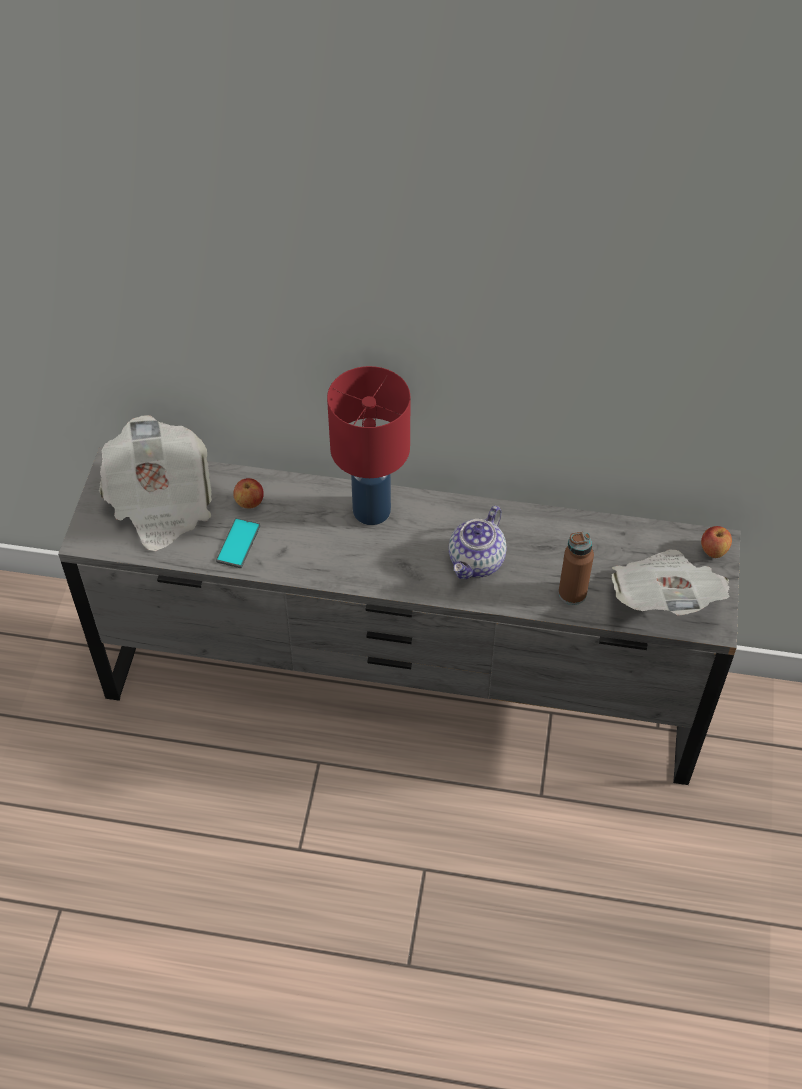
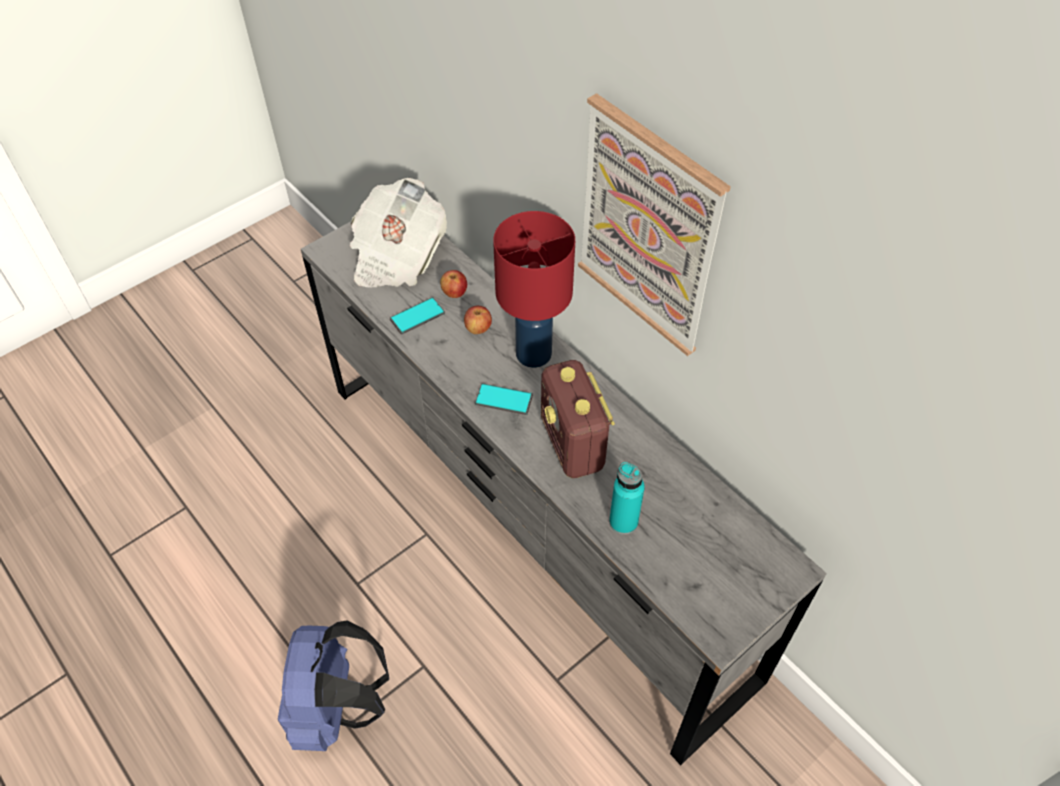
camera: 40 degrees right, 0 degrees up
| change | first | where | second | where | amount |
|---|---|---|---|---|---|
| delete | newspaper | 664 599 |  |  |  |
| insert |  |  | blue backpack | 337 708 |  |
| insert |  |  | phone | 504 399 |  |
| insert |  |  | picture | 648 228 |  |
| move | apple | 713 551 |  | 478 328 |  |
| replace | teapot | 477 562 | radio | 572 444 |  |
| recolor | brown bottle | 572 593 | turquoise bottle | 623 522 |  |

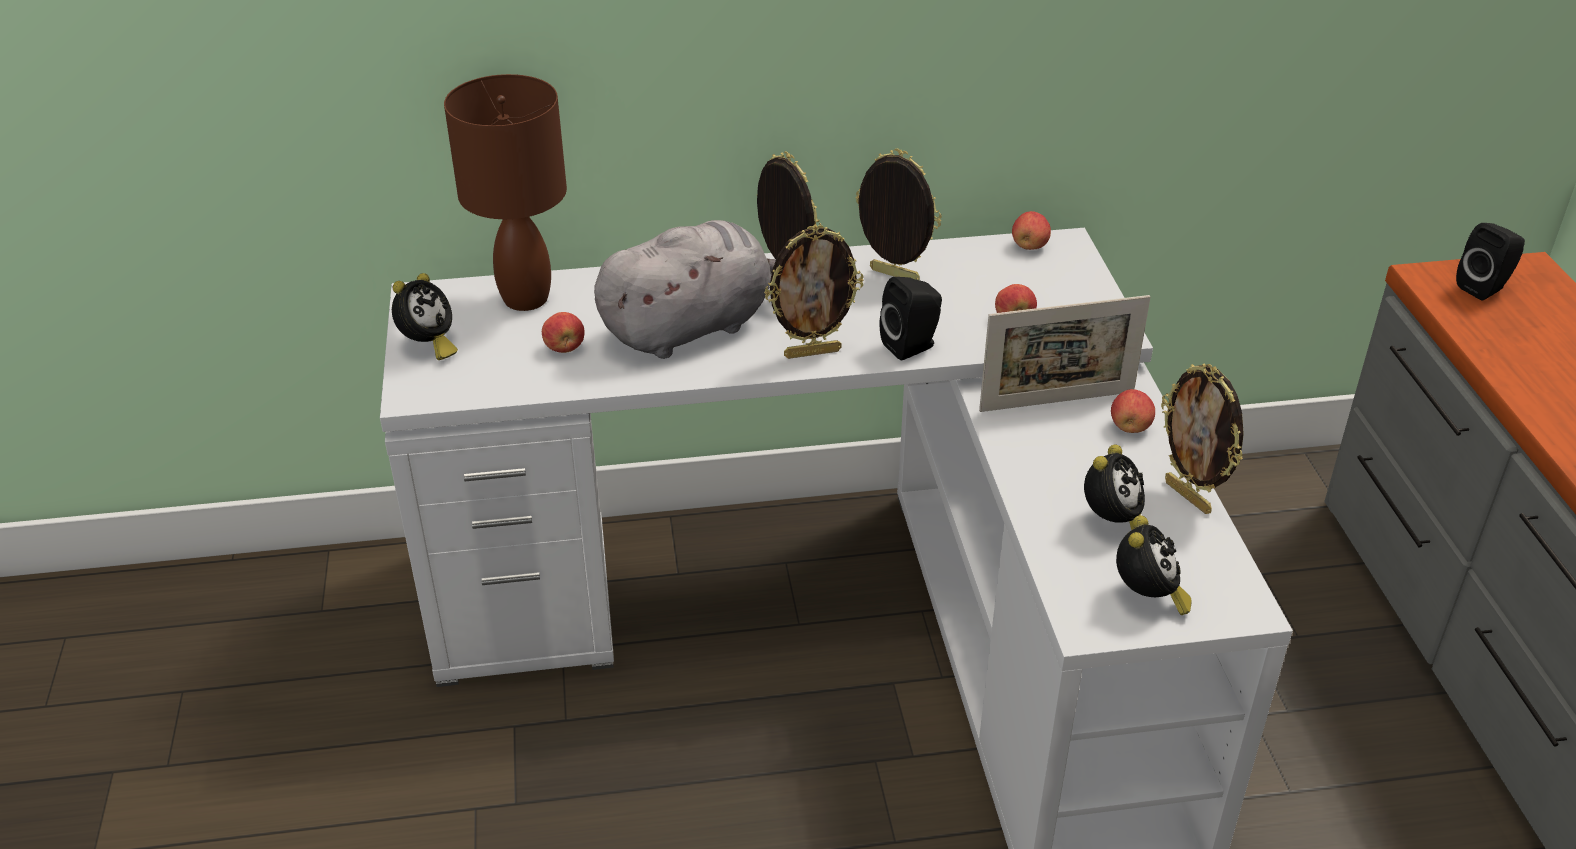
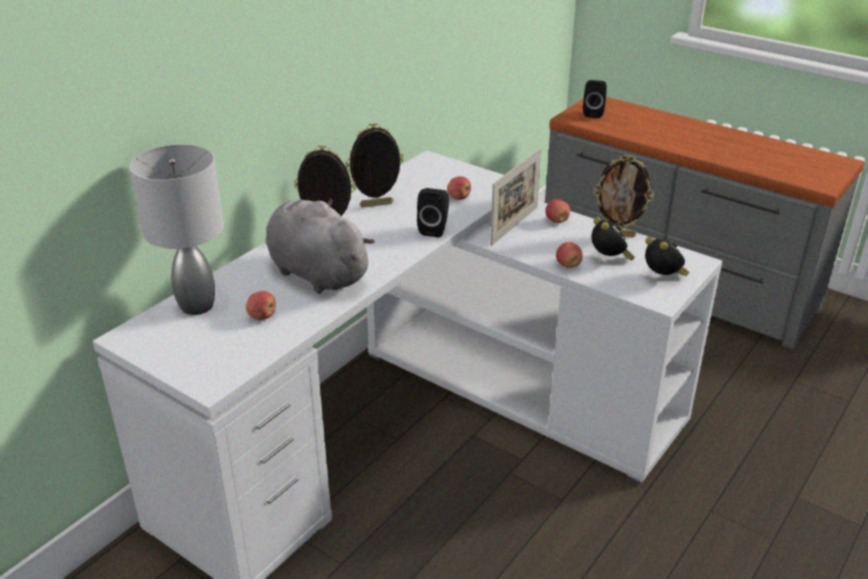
camera: 45 degrees left, 5 degrees down
| change | first | where | second | where | amount |
|---|---|---|---|---|---|
| delete | alarm clock | 428 346 |  |  |  |
| delete | picture frame | 812 352 |  |  |  |
| move | apple | 1029 246 |  | 568 265 |  |
| recolor | brown table lamp | 524 299 | grey table lamp | 196 306 |  |
| rotate | grey plush toy | 692 326 |  | 315 272 | 60 degrees counterclockwise |

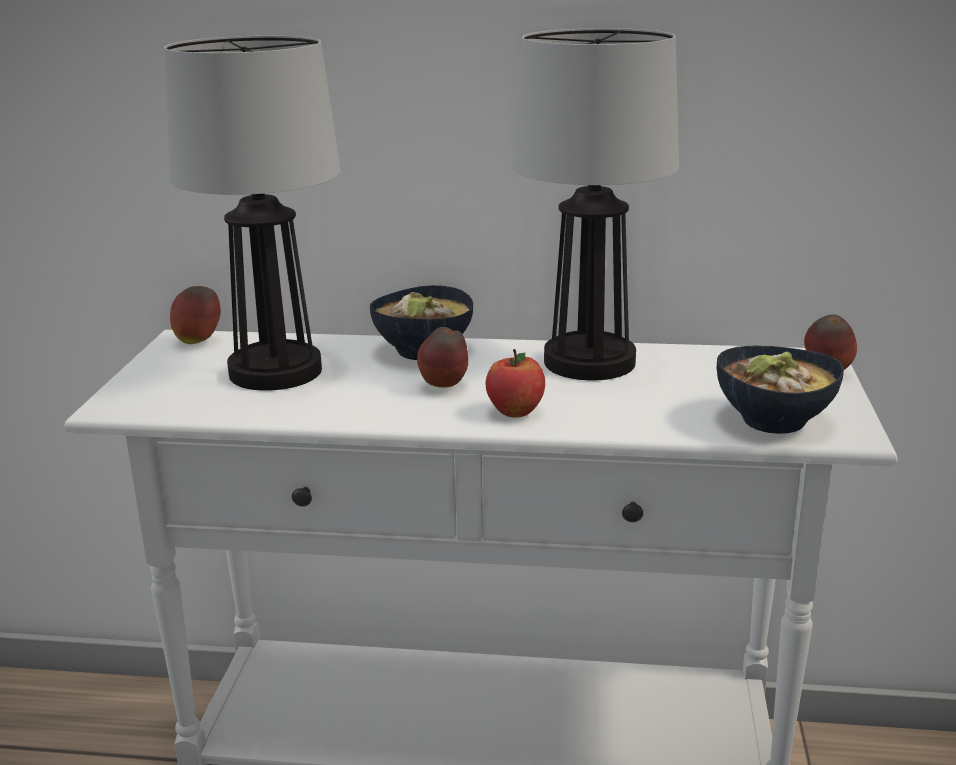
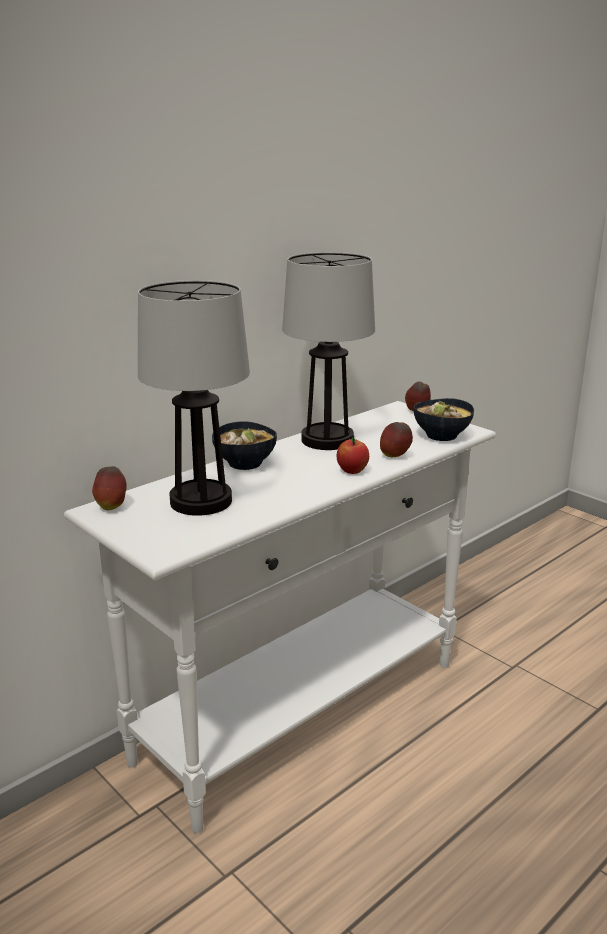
camera: 50 degrees left, 0 degrees up
| change | first | where | second | where | amount |
|---|---|---|---|---|---|
| move | apple | 444 387 |  | 395 457 |  |

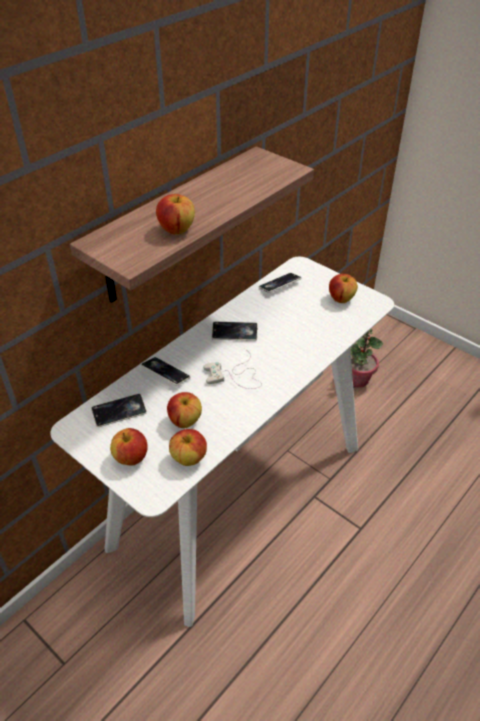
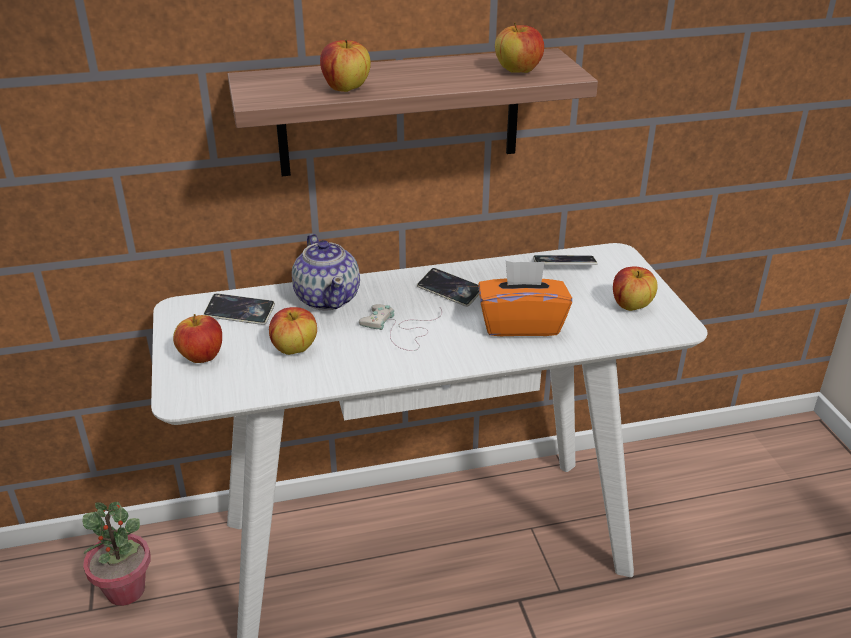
camera: 35 degrees right, 10 degrees down
| change | first | where | second | where | amount |
|---|---|---|---|---|---|
| insert |  |  | orange tissue box | 521 324 |  |
| move | apple | 189 458 |  | 518 71 |  |
| move | potted plant | 358 380 |  | 126 590 |  |
| replace | phone | 165 373 | teapot | 328 298 |  |

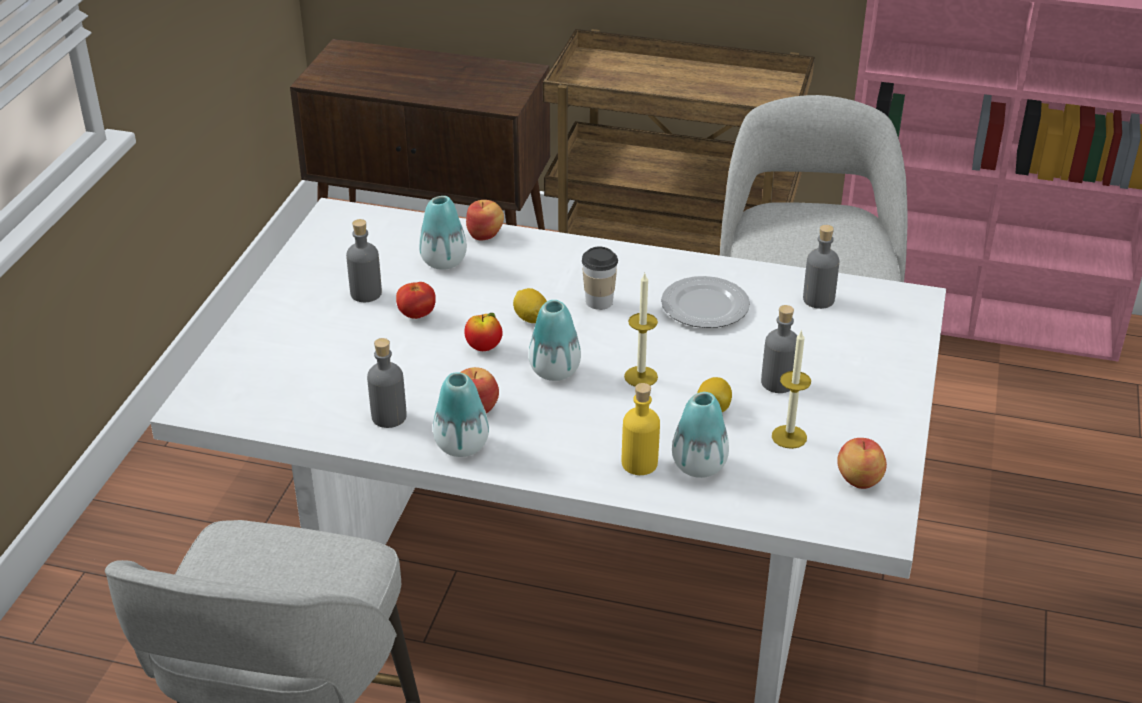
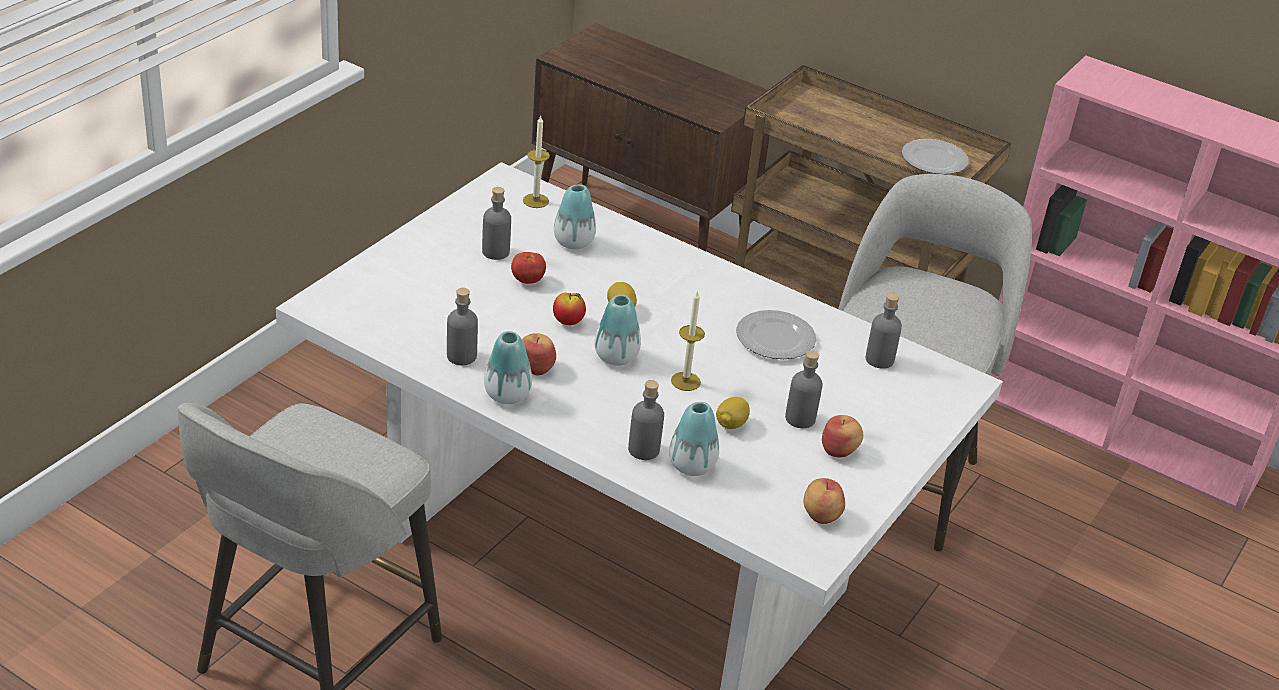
camera: 15 degrees right, 0 degrees up
| change | first | where | second | where | amount |
|---|---|---|---|---|---|
| delete | cup | 599 301 |  |  |  |
| insert |  |  | plate | 933 160 |  |
| move | apple | 485 234 |  | 839 450 |  |
| move | candle | 789 437 |  | 535 201 |  |
| recolor | yellow bottle | 639 463 | grey bottle | 644 450 |  |

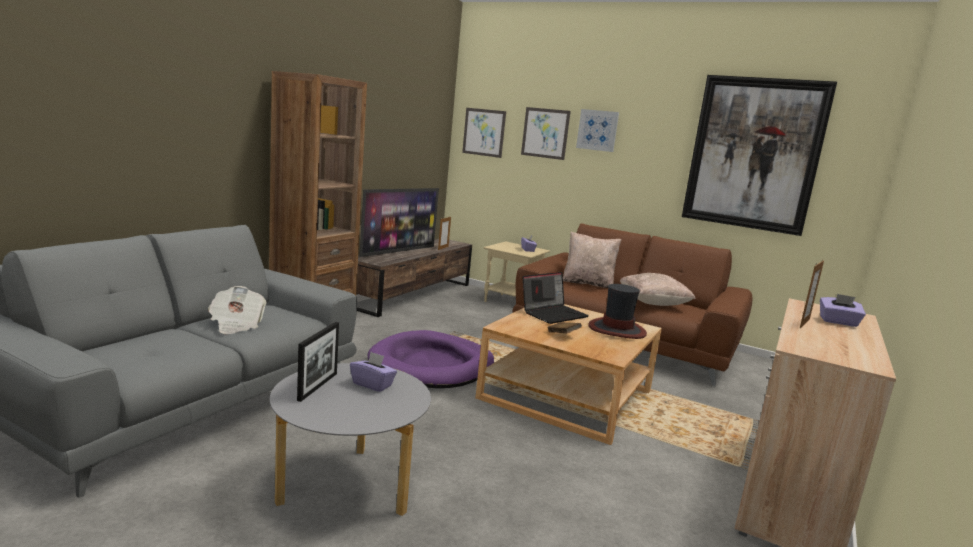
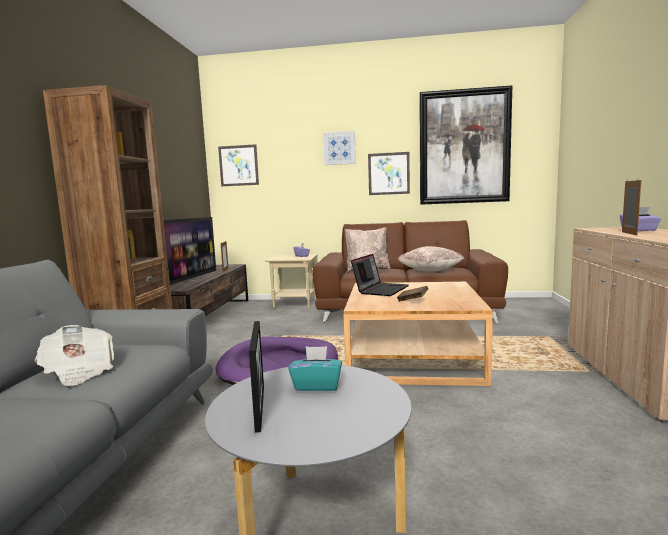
camera: 20 degrees left, 5 degrees down
| change | first | where | second | where | amount |
|---|---|---|---|---|---|
| delete | hat | 616 329 |  |  |  |
| move | picture | 545 133 |  | 388 173 |  |
| recolor | purple tissue box | 372 384 | turquoise tissue box | 317 385 |  |

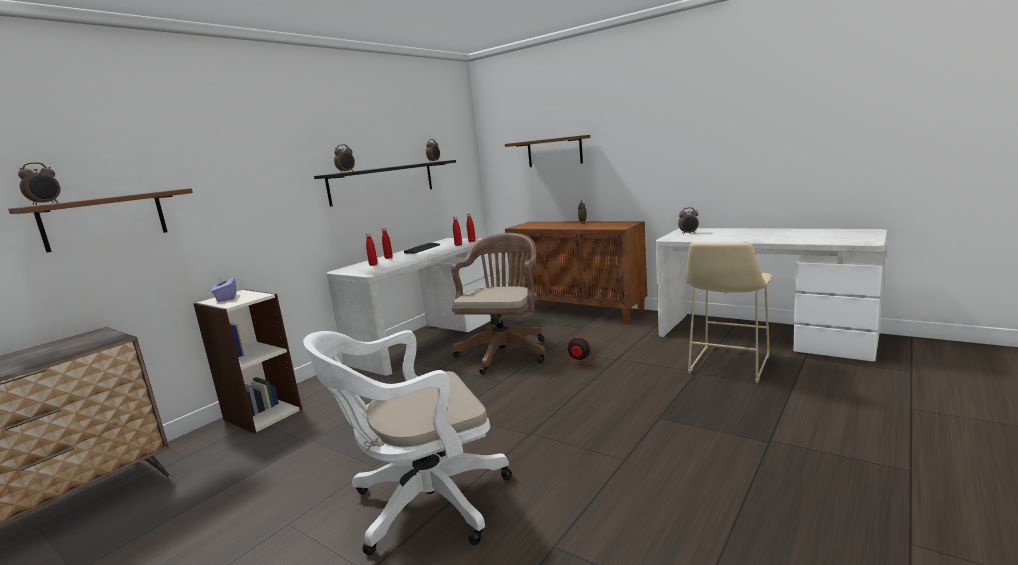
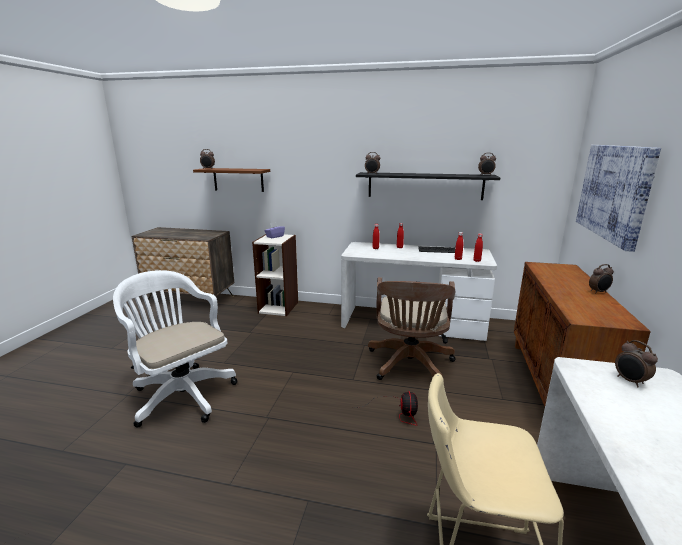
camera: 65 degrees right, 5 degrees up
| change | first | where | second | where | amount |
|---|---|---|---|---|---|
| replace | brown shelf | 554 152 | picture | 615 192 |  |
| rotate | brown office chair | 504 352 |  | 410 366 | 105 degrees clockwise |

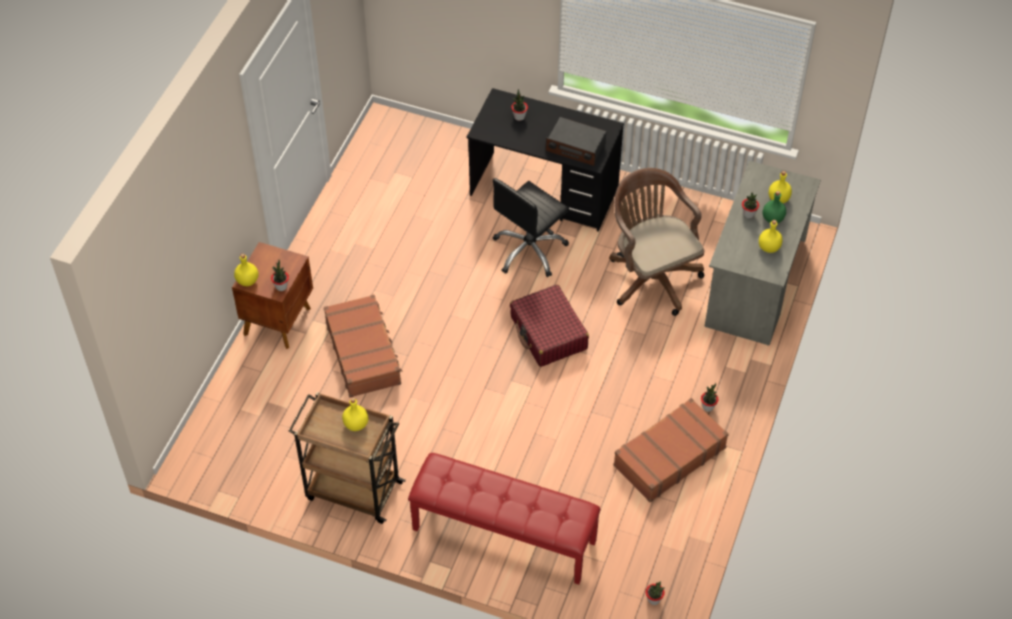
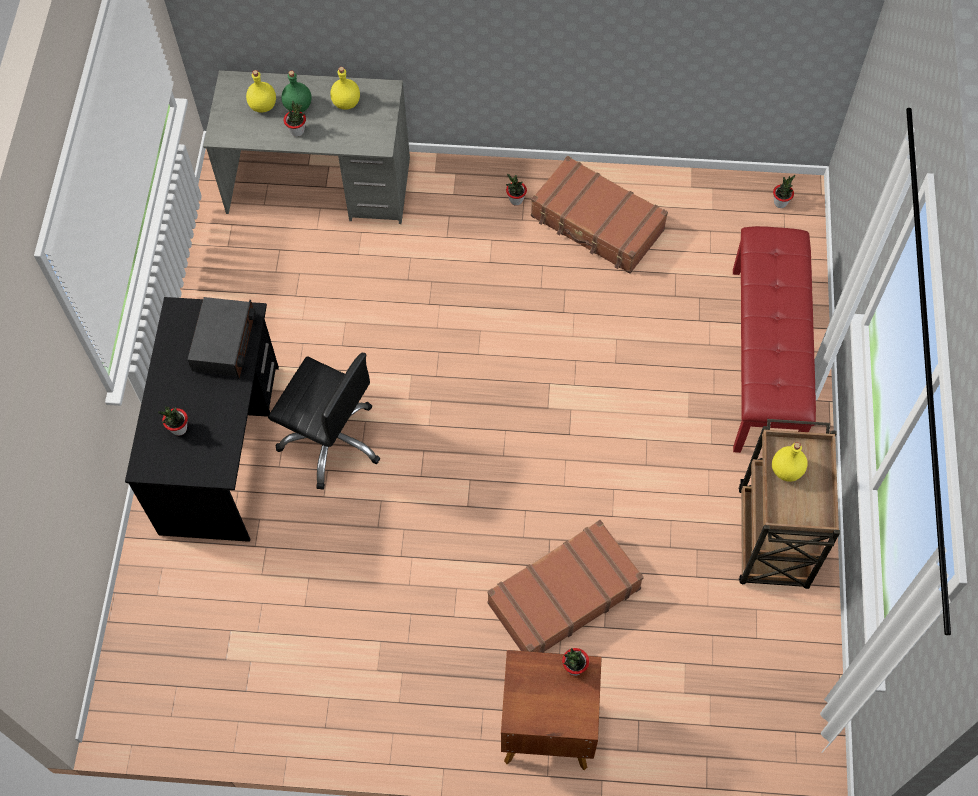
camera: 105 degrees left, 10 degrees up
| change | first | where | second | where | amount |
|---|---|---|---|---|---|
| delete | yellow bottle | 247 281 |  |  |  |
| delete | red suitcase | 548 333 |  |  |  |
| delete | brown office chair | 651 276 |  |  |  |

